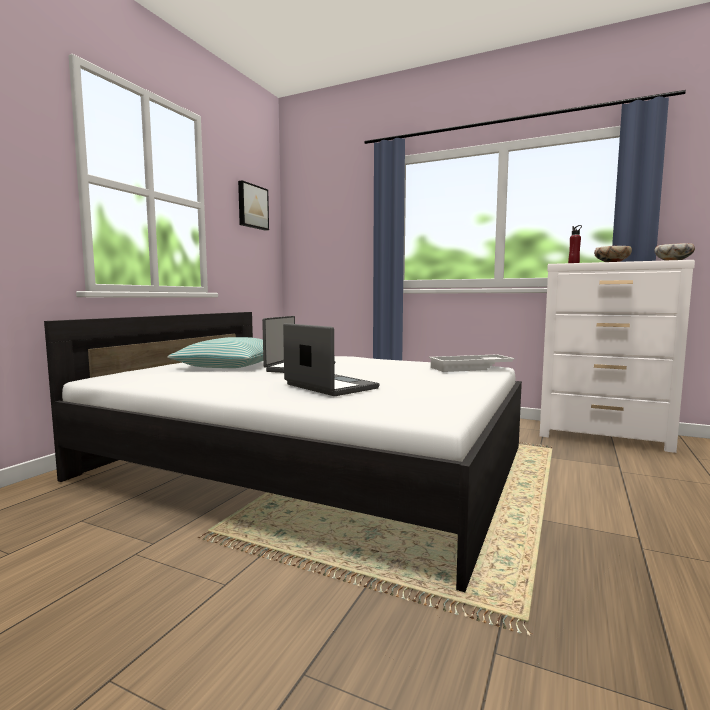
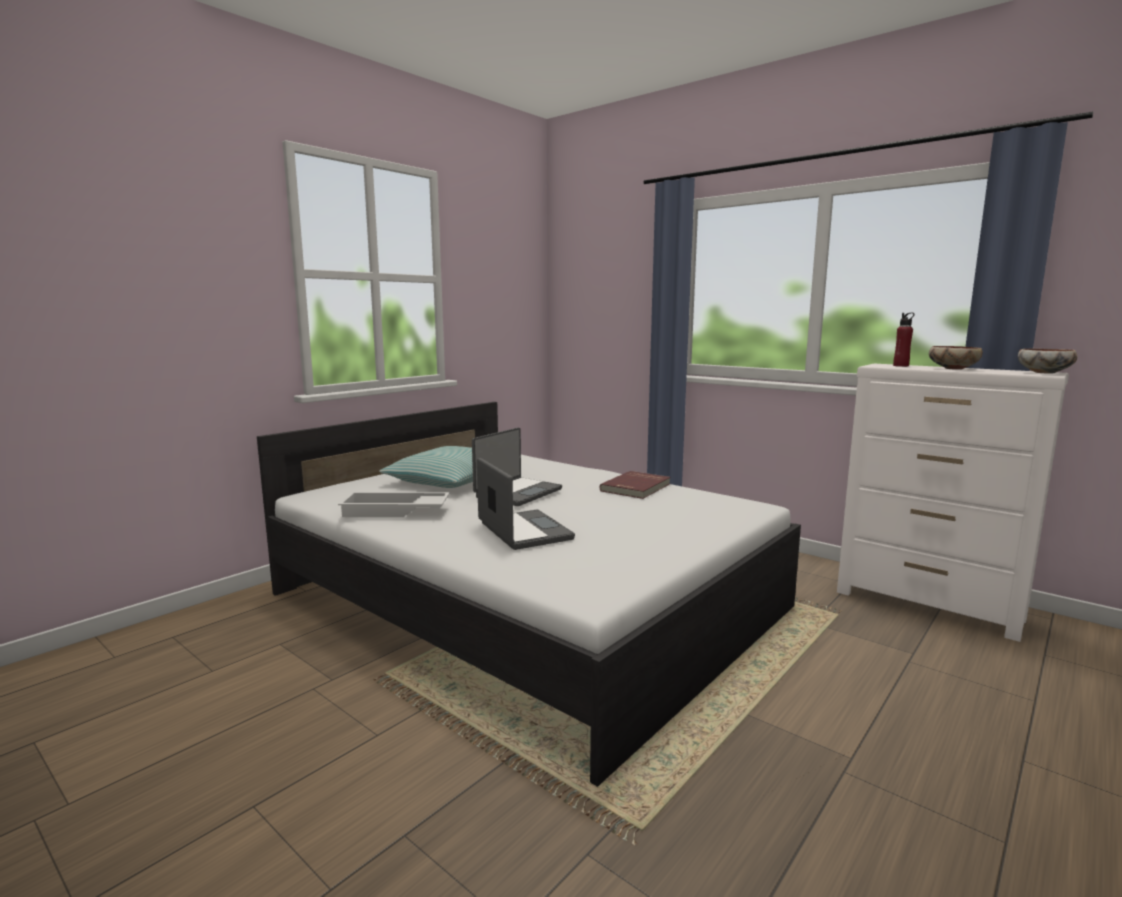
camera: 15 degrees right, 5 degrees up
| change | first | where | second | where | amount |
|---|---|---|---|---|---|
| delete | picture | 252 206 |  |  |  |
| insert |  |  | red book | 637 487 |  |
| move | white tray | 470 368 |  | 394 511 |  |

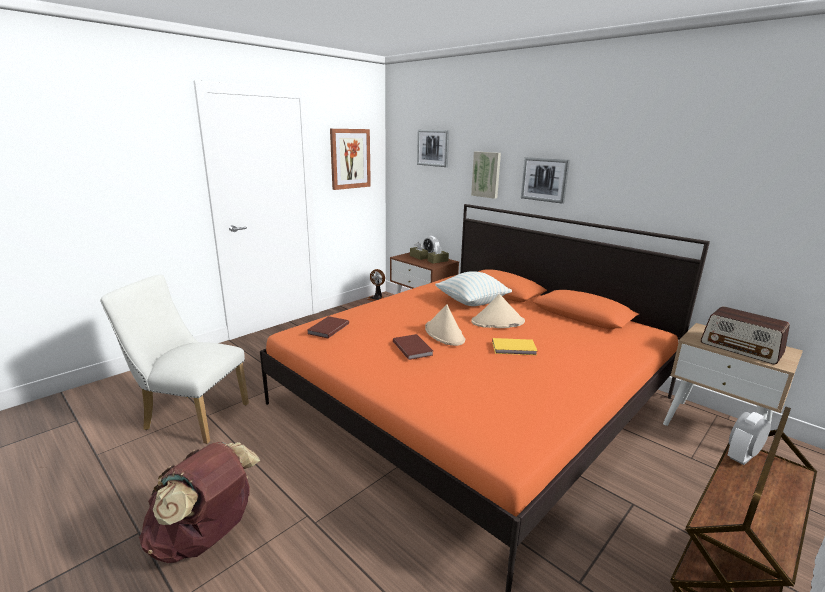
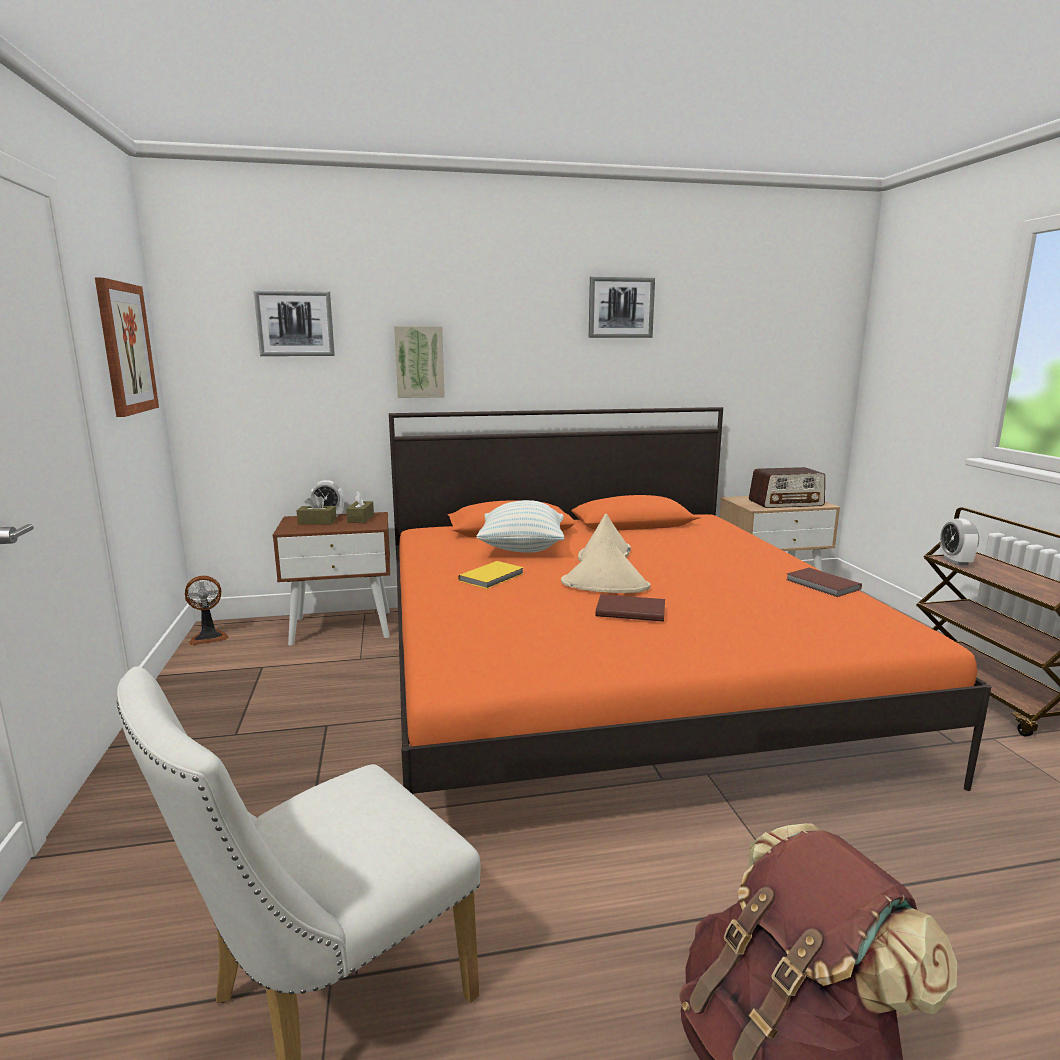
camera: 55 degrees left, 5 degrees down
| change | first | where | second | where | amount |
|---|---|---|---|---|---|
| move | brown book | 327 329 |  | 822 585 |  |
| move | yellow book | 514 348 |  | 493 577 |  |
| move | picture | 544 179 |  | 620 308 |  |

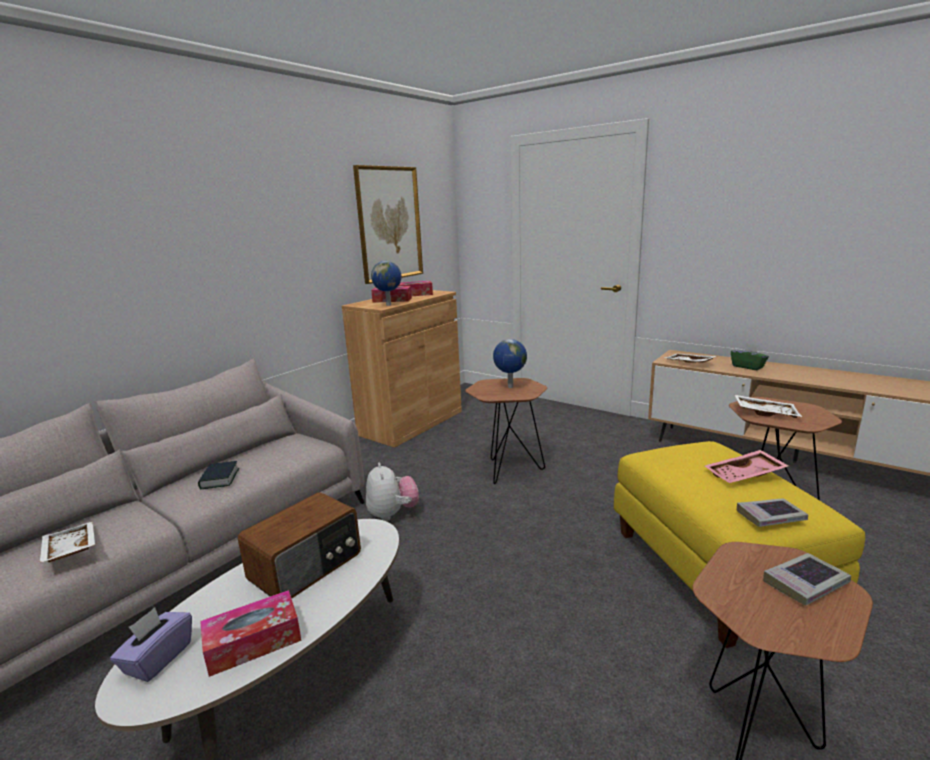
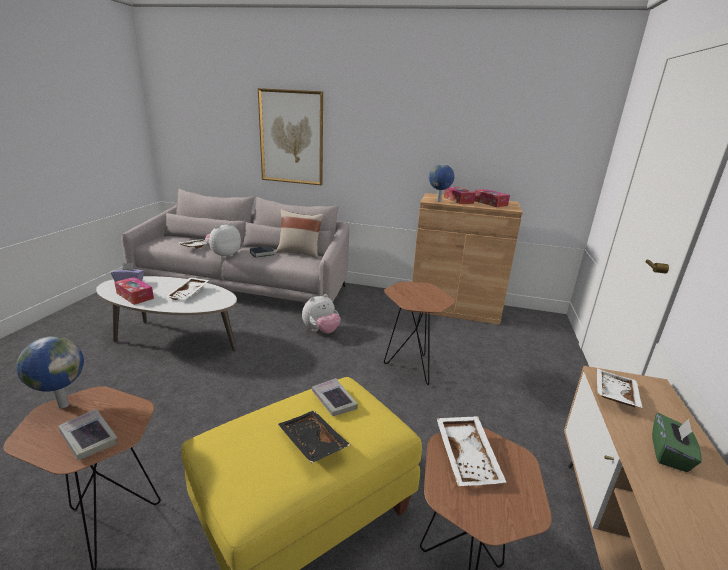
camera: 65 degrees right, 5 degrees up
| change | first | where | second | where | amount |
|---|---|---|---|---|---|
| insert |  |  | plush toy | 224 255 |  |
| insert |  |  | beige pillow | 300 253 |  |
| move | picture | 389 224 |  | 291 137 |  |
| move | globe | 510 387 |  | 62 405 |  |
| move | book | 770 517 |  | 334 400 |  |
| replace | radio | 307 567 | white tray | 189 293 |  |
| recolor | pink tray | 745 475 | black tray | 311 443 |  |

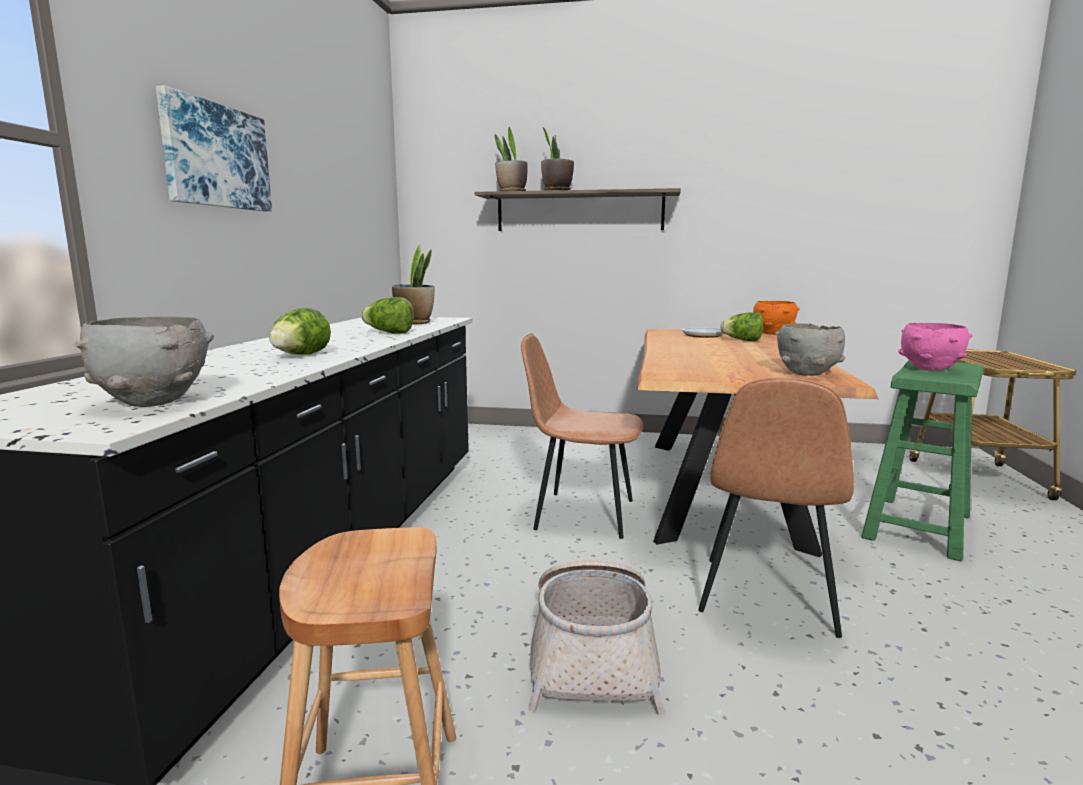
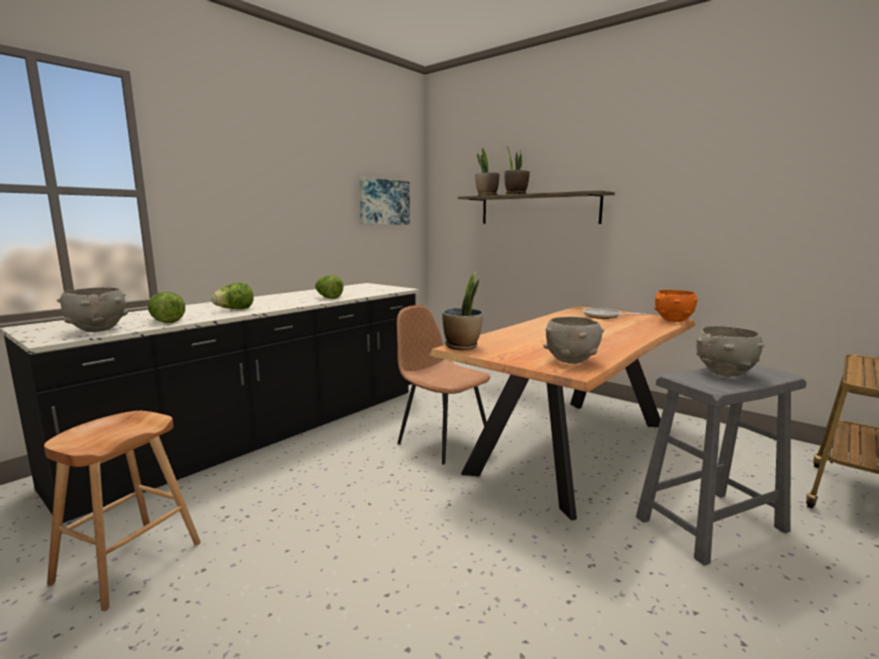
camera: 30 degrees right, 0 degrees up
| change | first | where | second | where | amount |
|---|---|---|---|---|---|
| delete | basket | 593 656 |  |  |  |
| delete | brown chair | 767 597 |  |  |  |
| move | picture | 216 156 |  | 384 202 |  |
| move | potted plant | 414 323 |  | 462 346 |  |
| move | lettuce | 742 340 |  | 166 321 |  |
| recolor | green stool | 917 526 | grey stool | 711 524 |  |
| recolor | pink bowl | 930 369 | grey bowl | 724 373 |  |

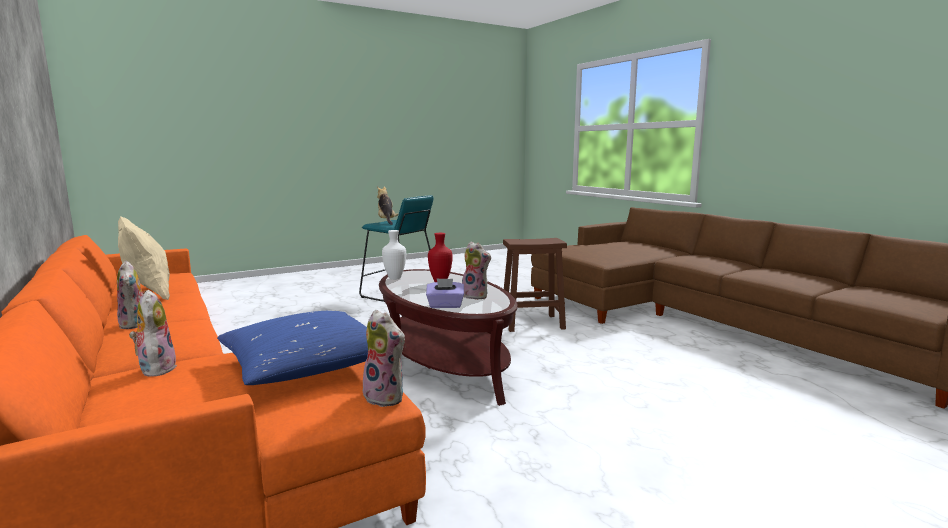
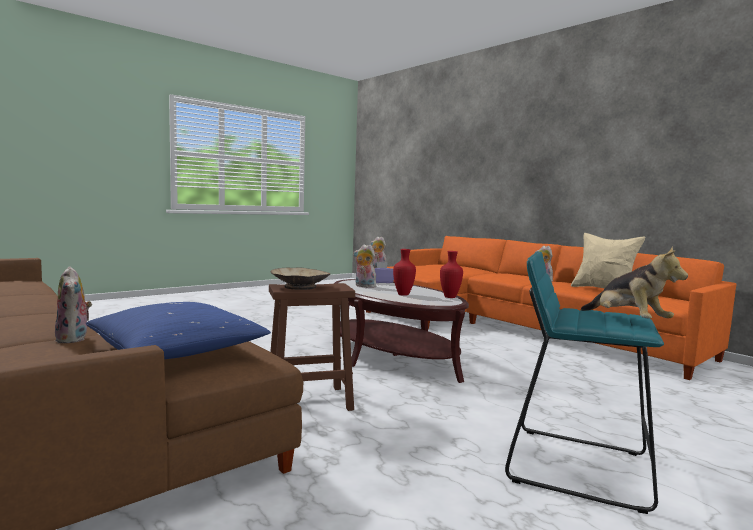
camera: 170 degrees right, 5 degrees down
| change | first | where | second | where | amount |
|---|---|---|---|---|---|
| insert |  |  | beige bowl | 300 287 |  |
| move | plush toy | 156 369 |  | 74 339 |  |
| move | blue pillow | 305 365 |  | 178 350 |  |
| recolor | white vase | 395 278 | red vase | 449 297 |  |

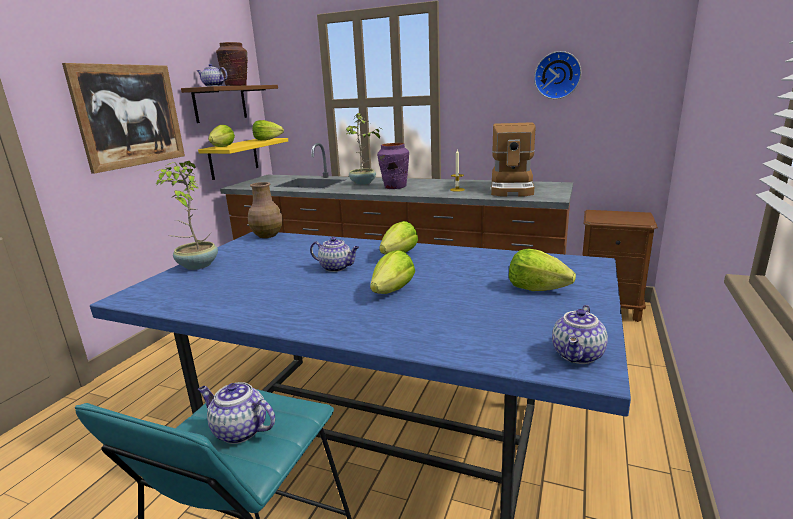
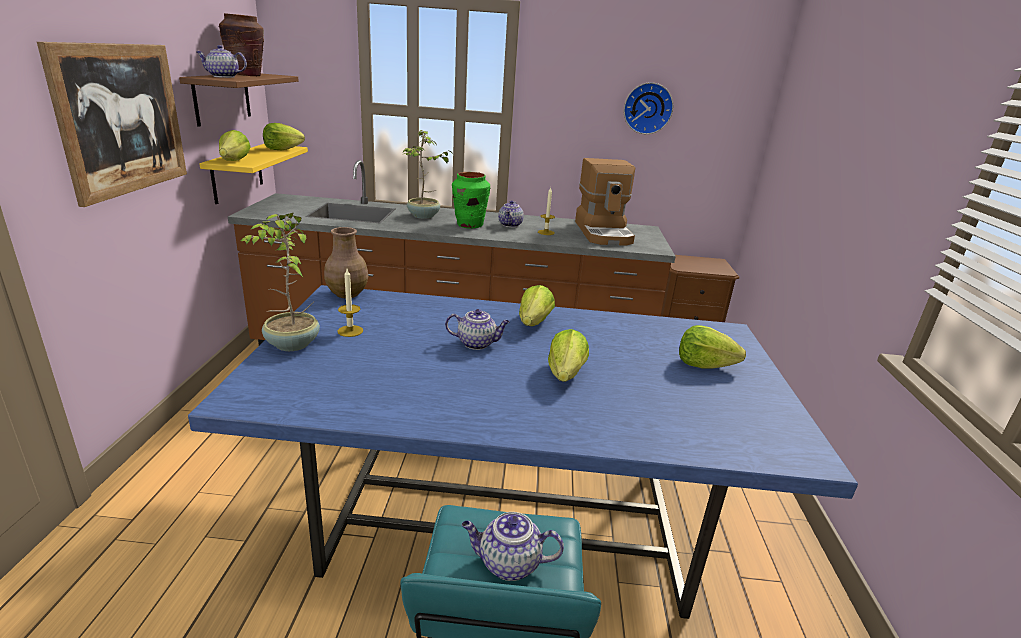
camera: 20 degrees left, 5 degrees up
| change | first | where | second | where | amount |
|---|---|---|---|---|---|
| insert |  |  | candle | 350 331 |  |
| move | teapot | 578 355 |  | 510 225 |  |
| recolor | purple vase | 395 187 | green vase | 469 225 |  |

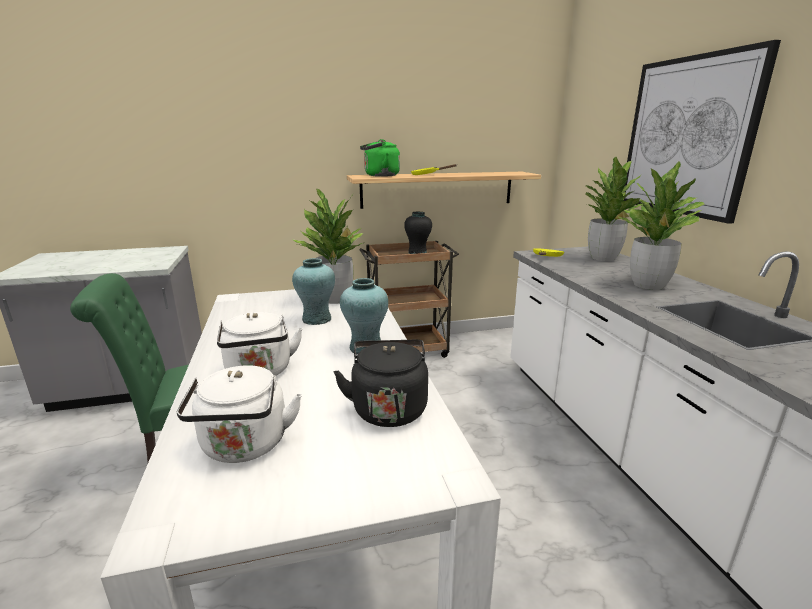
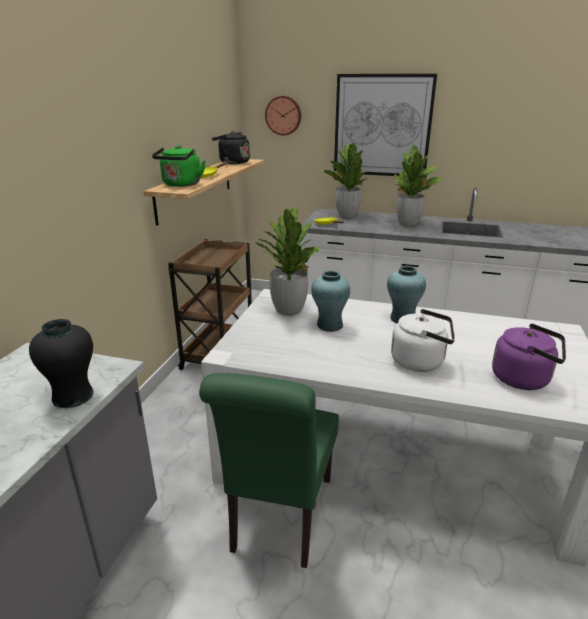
camera: 60 degrees left, 5 degrees up
| change | first | where | second | where | amount |
|---|---|---|---|---|---|
| insert |  |  | wall clock | 283 115 |  |
| move | black kettle | 388 407 |  | 232 162 |  |
| move | black vase | 417 253 |  | 73 396 |  |
| recolor | white kettle | 245 446 | purple kettle | 524 379 |  |

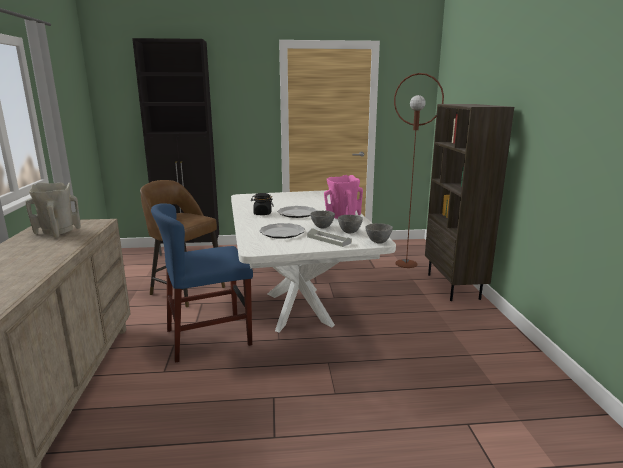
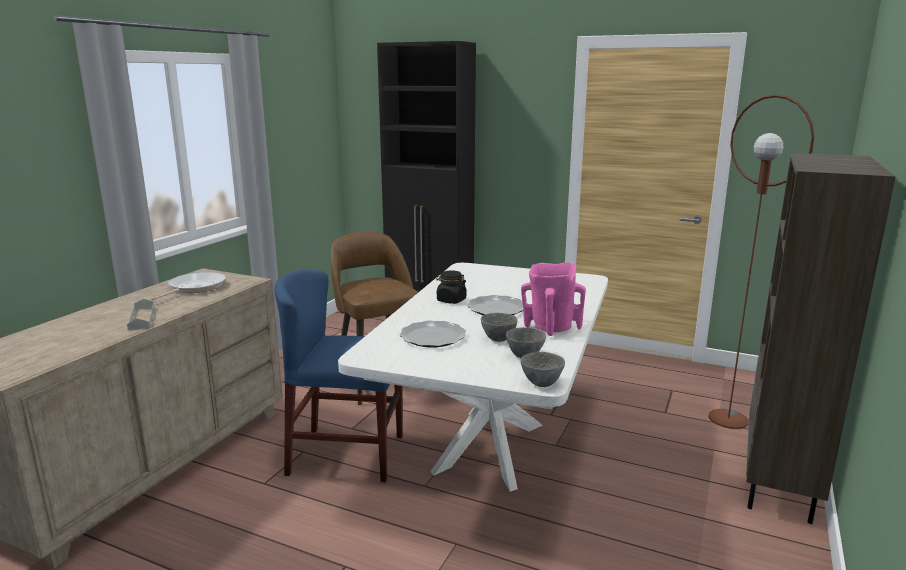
camera: 30 degrees right, 0 degrees up
| change | first | where | second | where | amount |
|---|---|---|---|---|---|
| move | grey tray | 329 240 |  | 141 318 |  |
| replace | beige vase | 57 232 | frying pan | 195 287 |  |

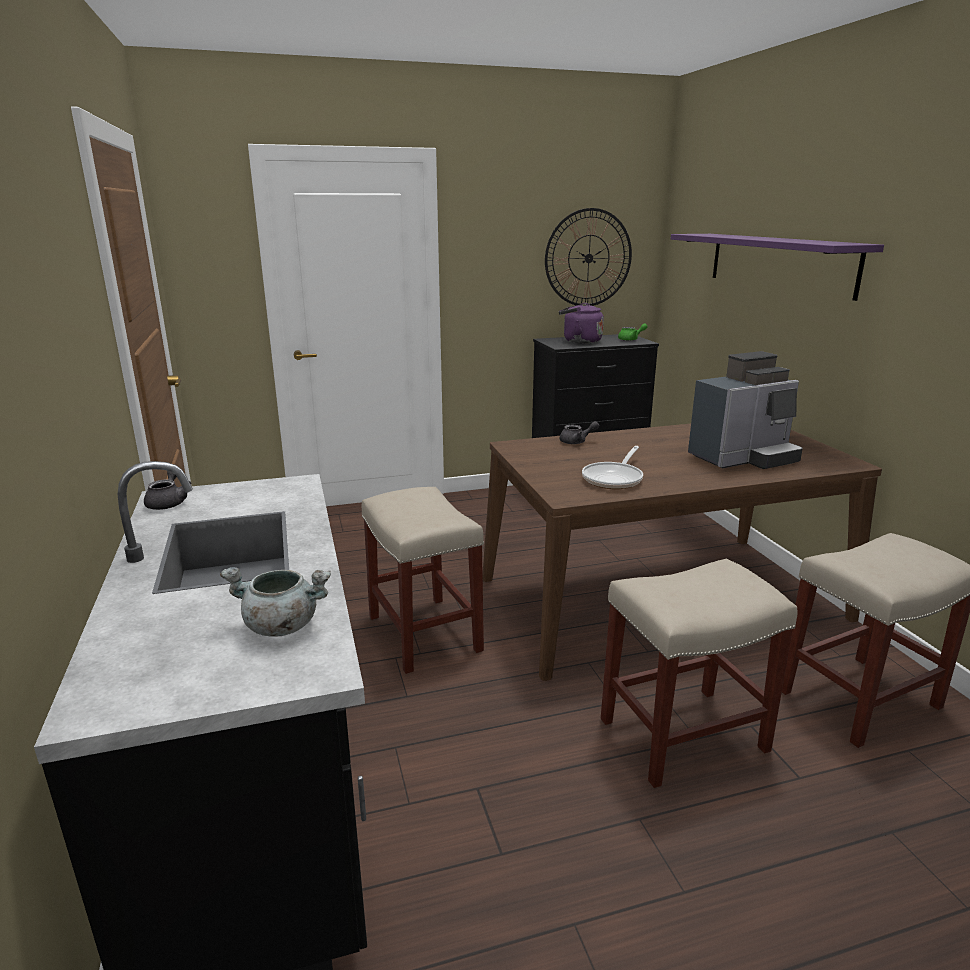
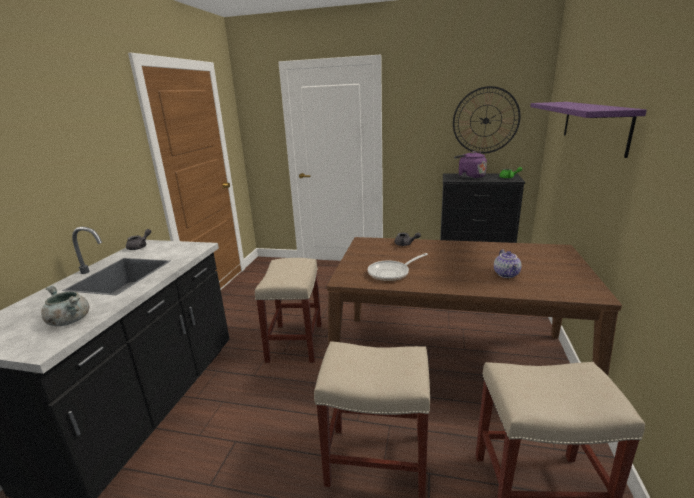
camera: 30 degrees right, 0 degrees up
| change | first | where | second | where | amount |
|---|---|---|---|---|---|
| replace | coffee machine | 743 458 | teapot | 507 274 |  |

